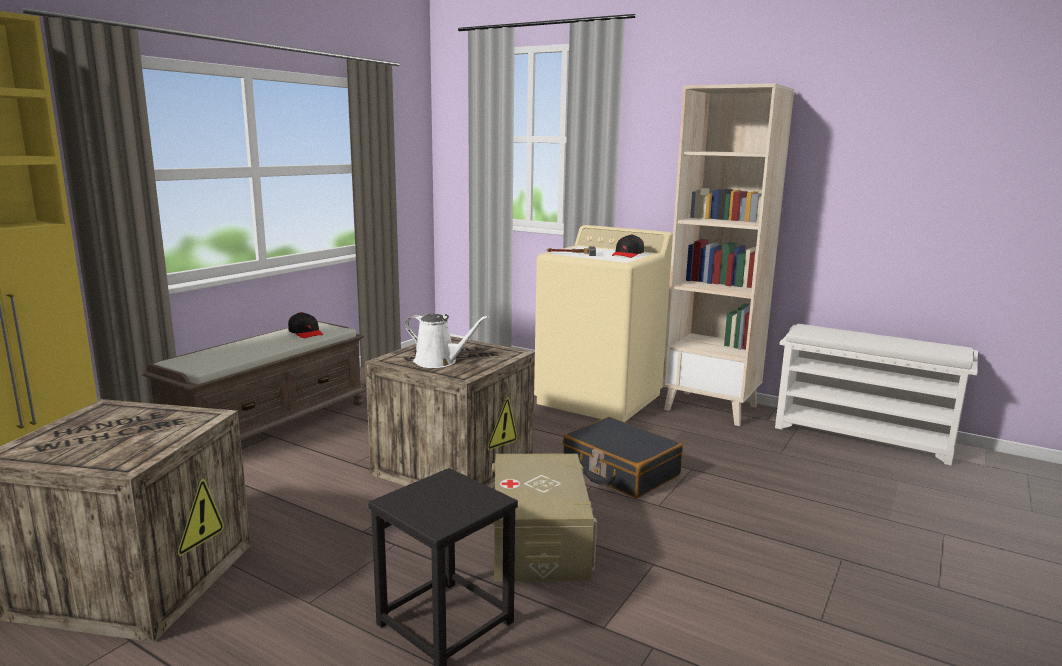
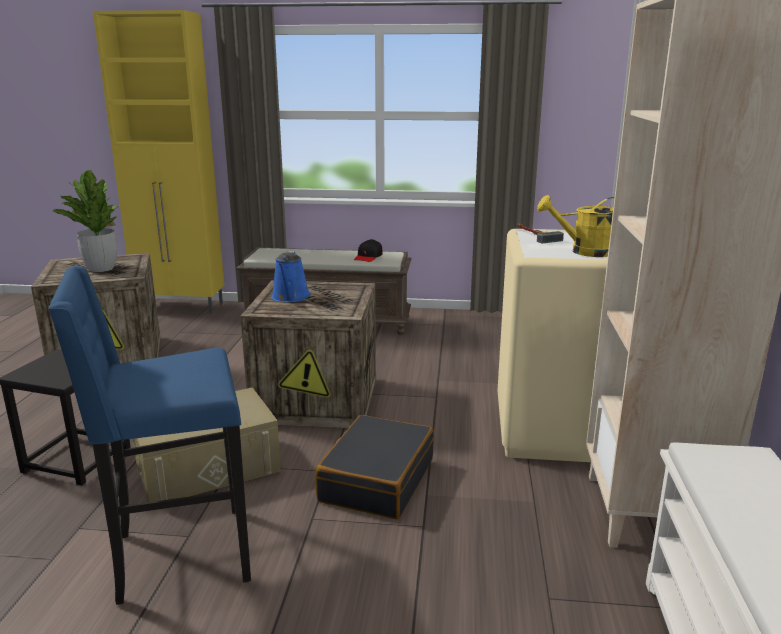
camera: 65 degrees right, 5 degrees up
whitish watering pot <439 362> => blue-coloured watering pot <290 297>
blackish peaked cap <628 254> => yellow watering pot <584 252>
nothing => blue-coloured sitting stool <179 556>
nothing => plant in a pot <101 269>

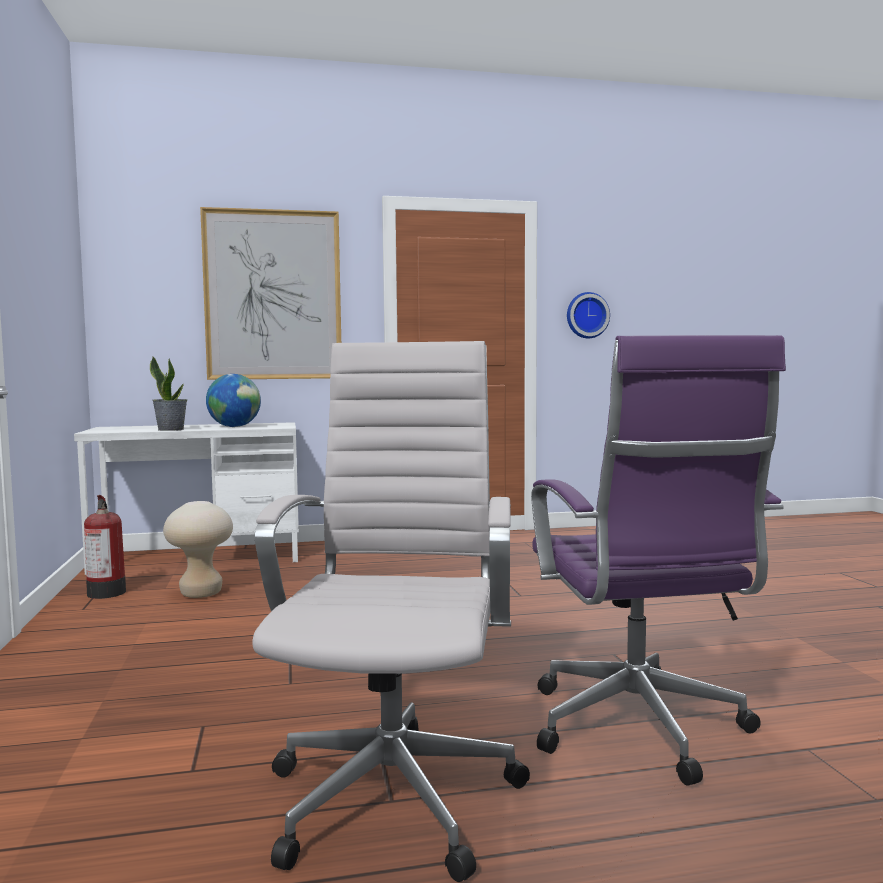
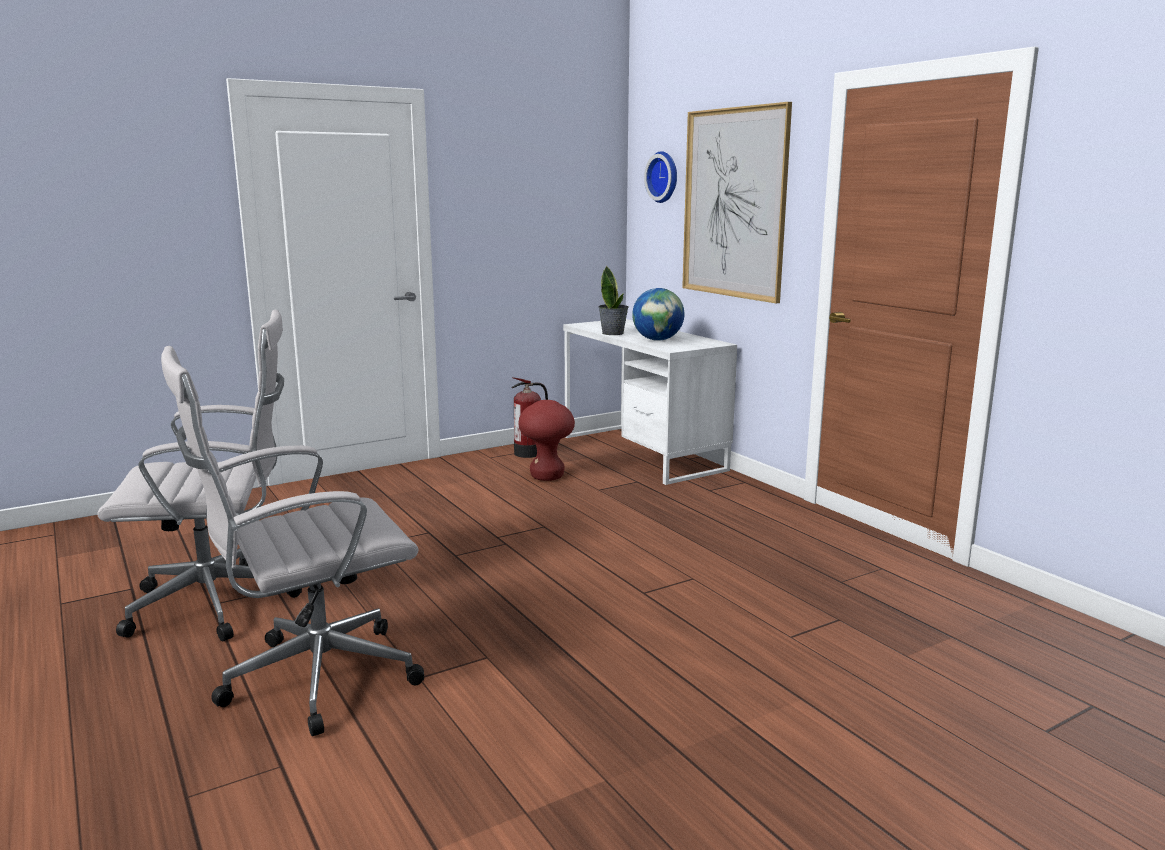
camera: 70 degrees right, 10 degrees up
beige sitting stool <201 593> => red-coloured sitting stool <547 477>
purplish computer chair <640 731> => whitish computer chair <311 680>
clock on the wall <586 315> => clock on the wall <664 177>, shifted

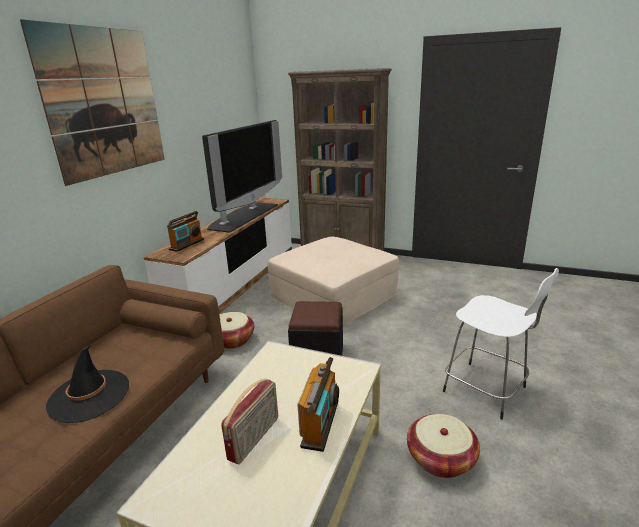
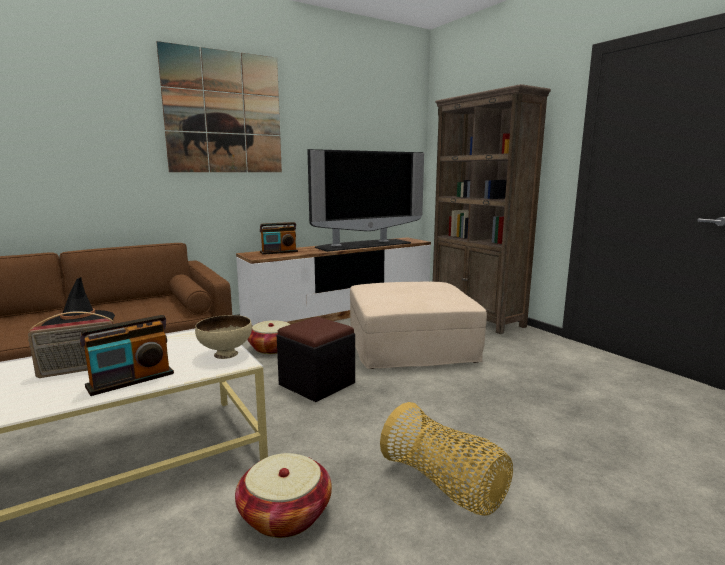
camera: 35 degrees right, 10 degrees down
whitish sitting stool <487 390> => household basket <444 485>
nothing => beige serving bowl <226 354>

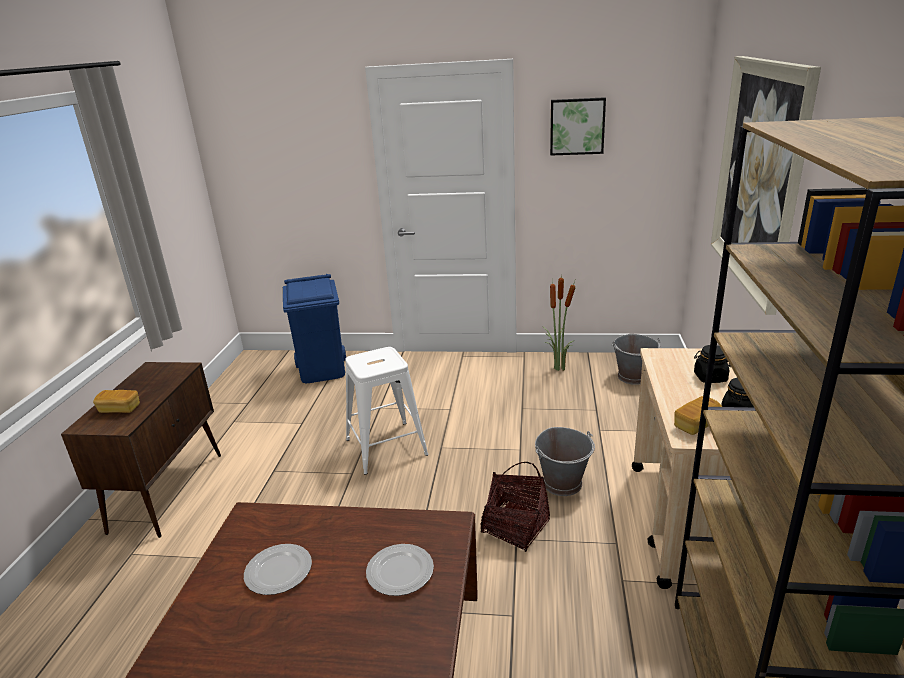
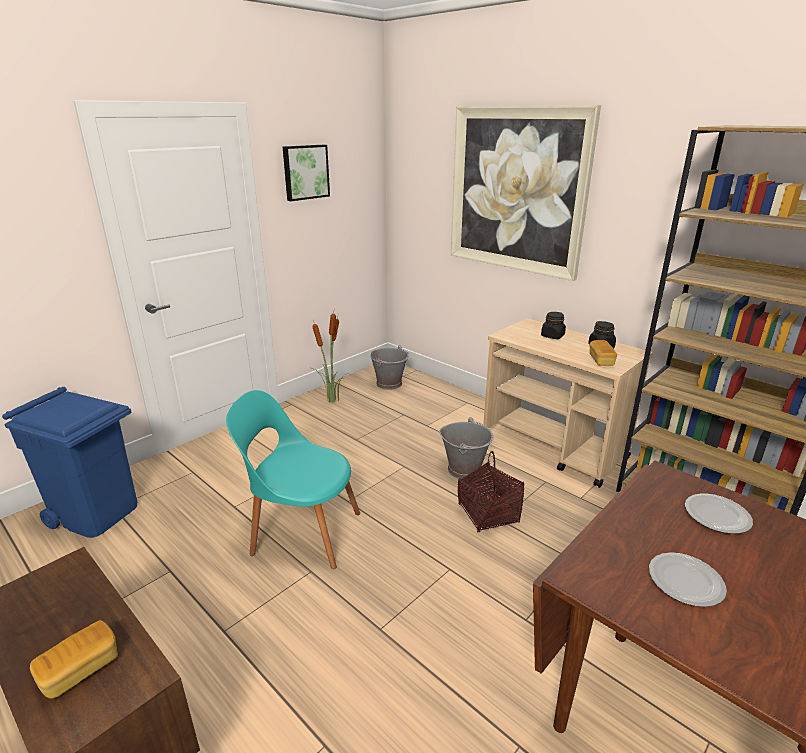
camera: 55 degrees left, 0 degrees up
whitish sitting stool <386 447> => turquoise upright chair <302 531>

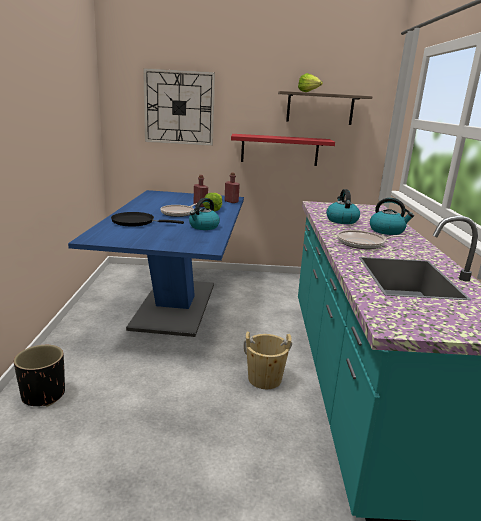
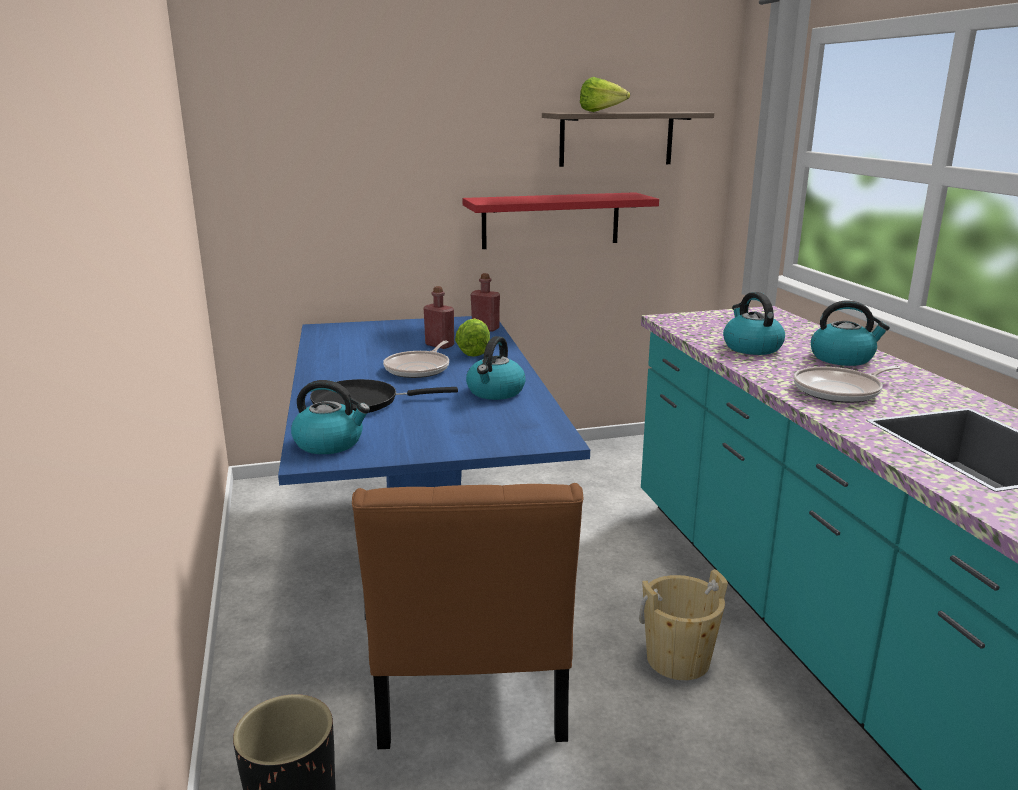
camera: 15 degrees left, 0 degrees up
clock on the wall <179 107> => nothing
nothing => kettle <330 443>
nothing => brown-coloured upright chair <471 691>

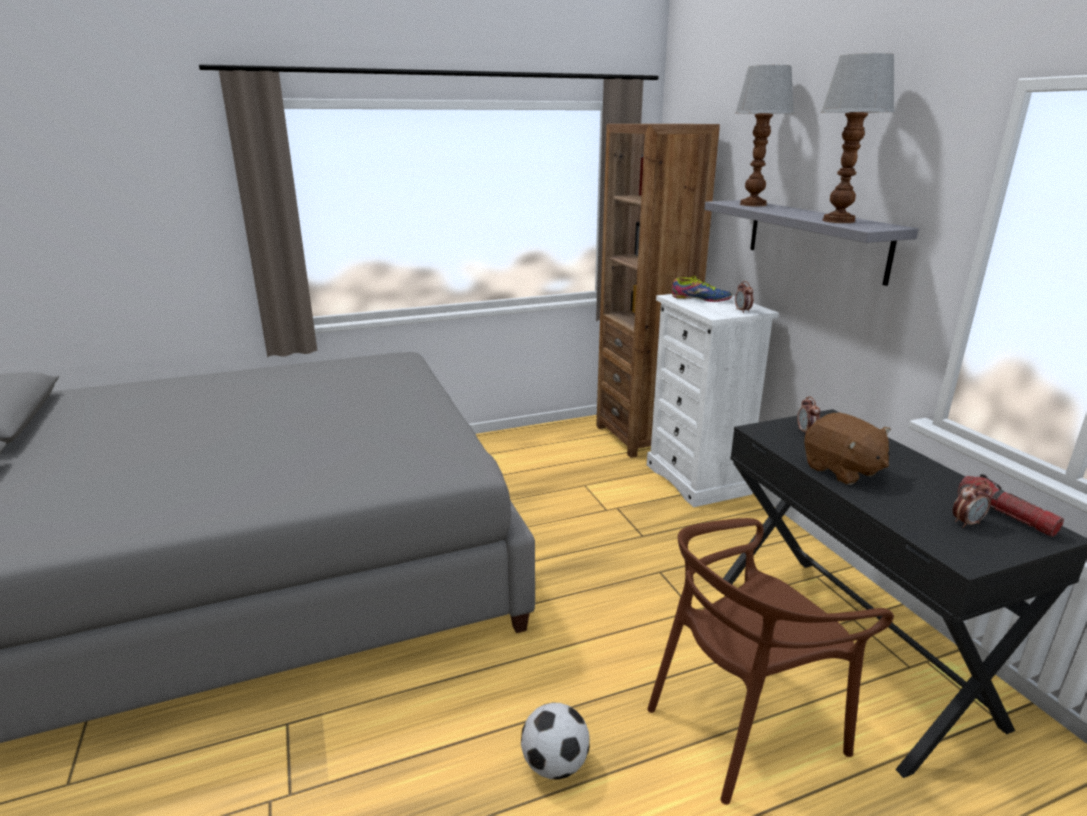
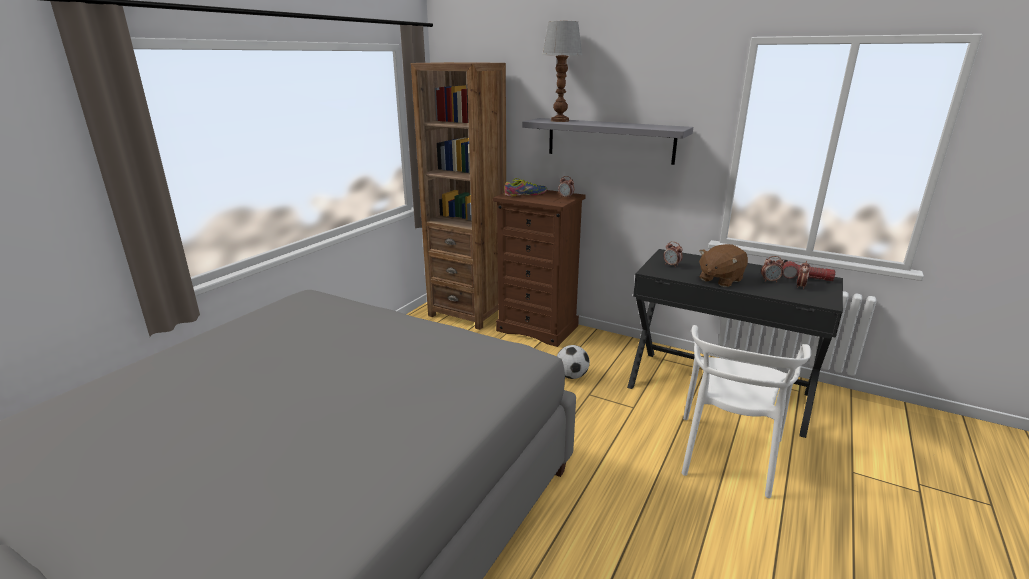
camera: 40 degrees left, 0 degrees up
football <555 764> => football <572 376>, shifted
whitish dresser <698 479> => brown-coloured dresser <538 328>
brown-coloured upright chair <743 724> => whitish upright chair <727 454>
brown-coloured plush toy <841 470> => brown-coloured plush toy <720 279>, 120 degrees clockwise
lamp for a table <838 220> => nothing
nothing => alarm clock <770 281>

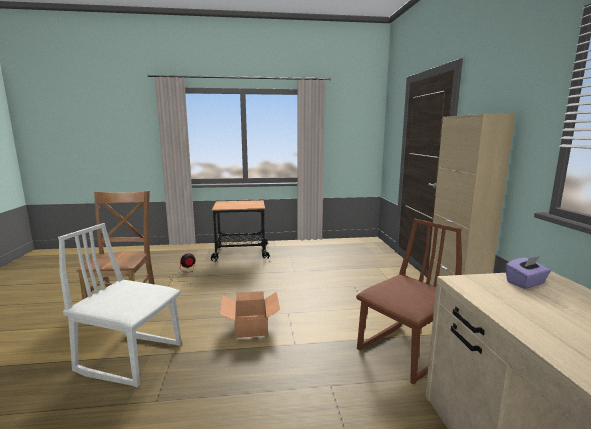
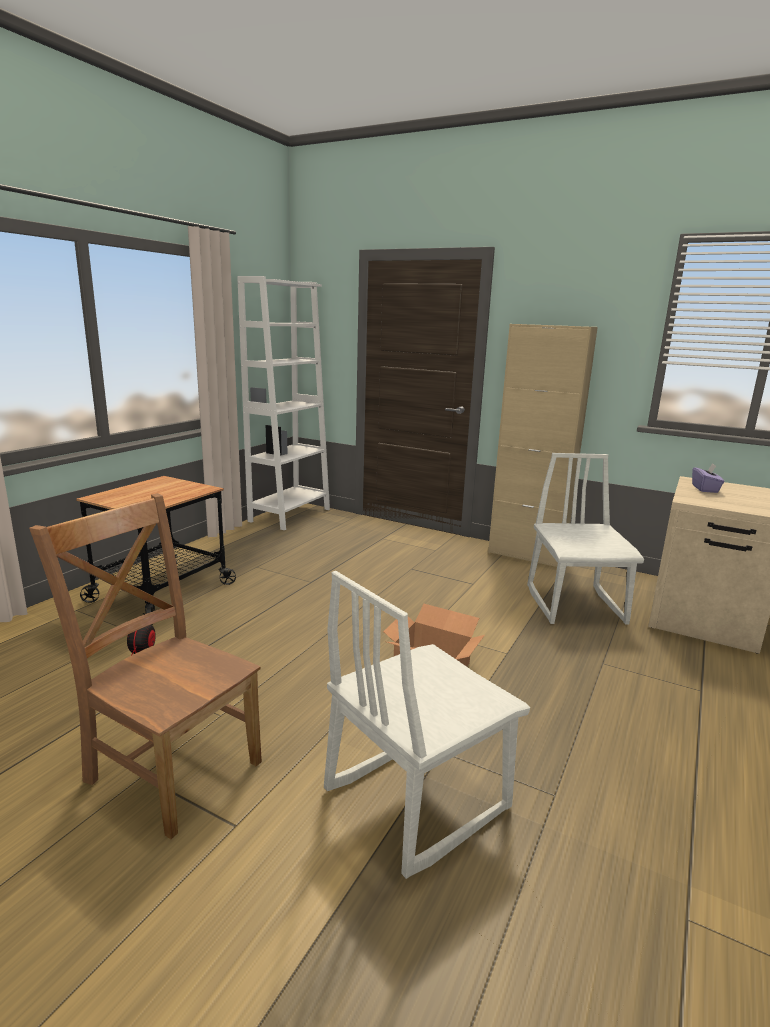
camera: 55 degrees left, 5 degrees up
brown-coloured upright chair <406 352> => whitish upright chair <576 605>
nothing => whitish shelving unit <290 515>

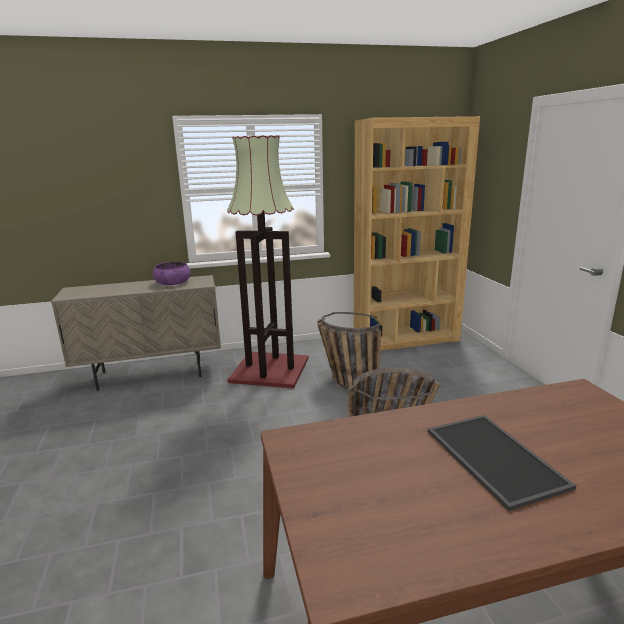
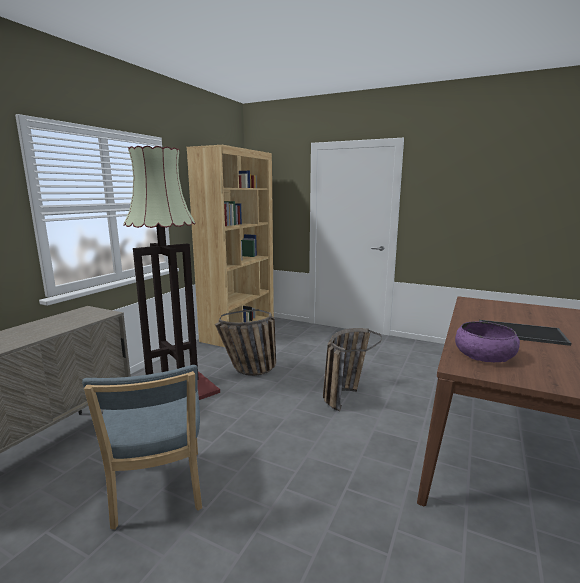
camera: 50 degrees left, 5 degrees down
purplish serving bowl <172 282> => purplish serving bowl <484 355>, shifted
nothing => blue-coloured upright chair <158 491>

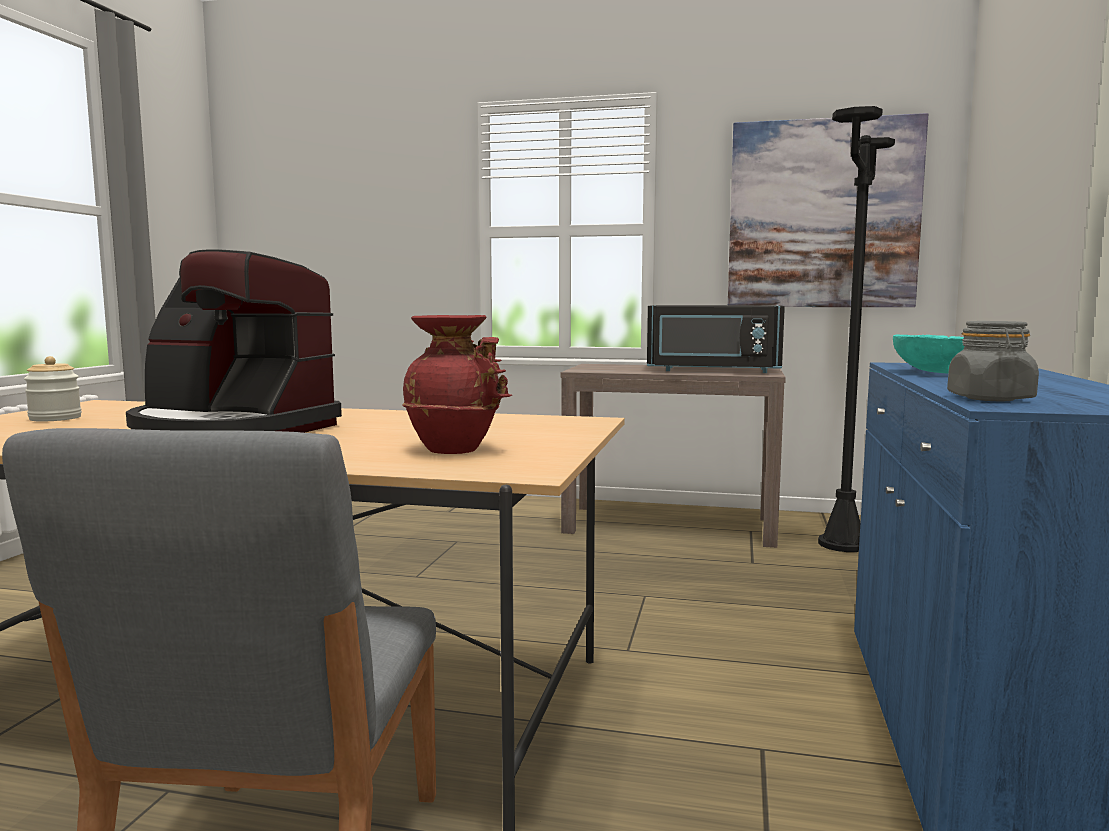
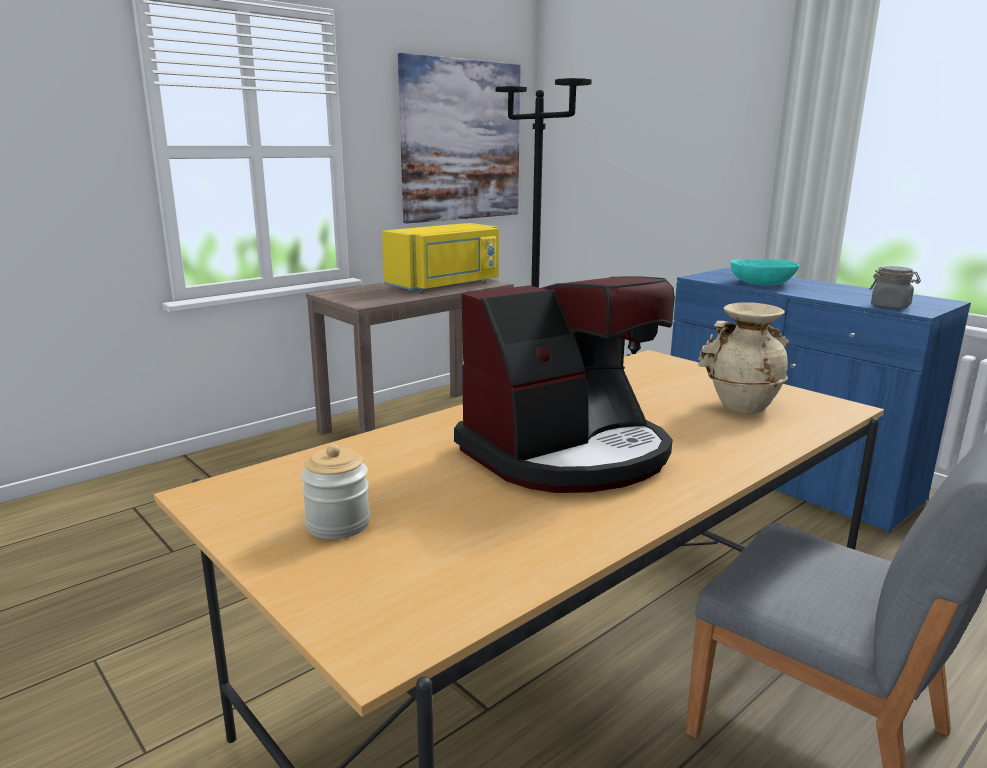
camera: 55 degrees left, 10 degrees up
red-coloured vase <455 448> => beige vase <741 406>
blackish microwave oven <713 371> => yellow microwave oven <446 285>

